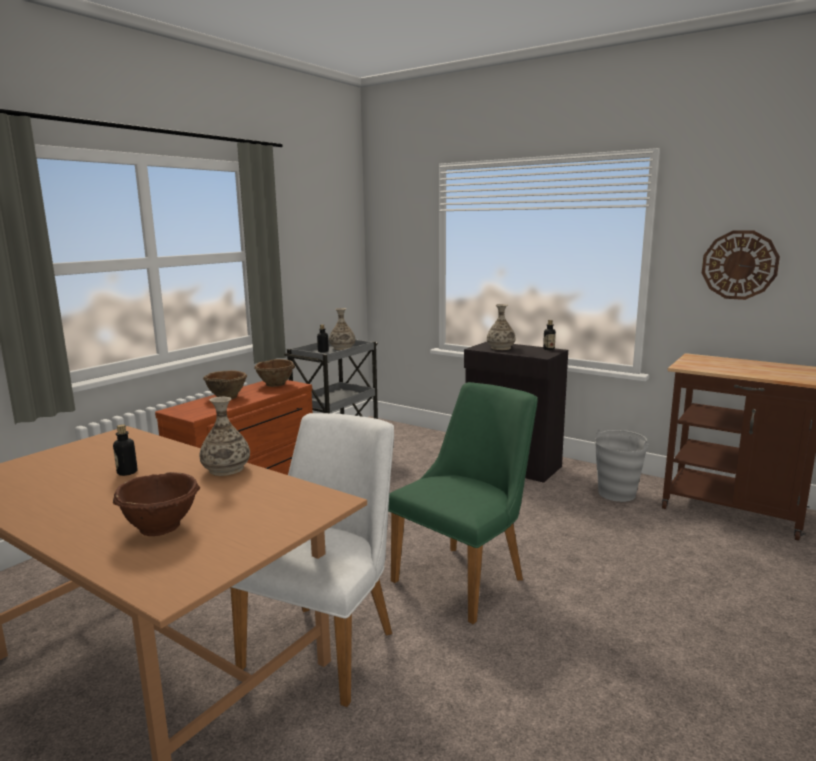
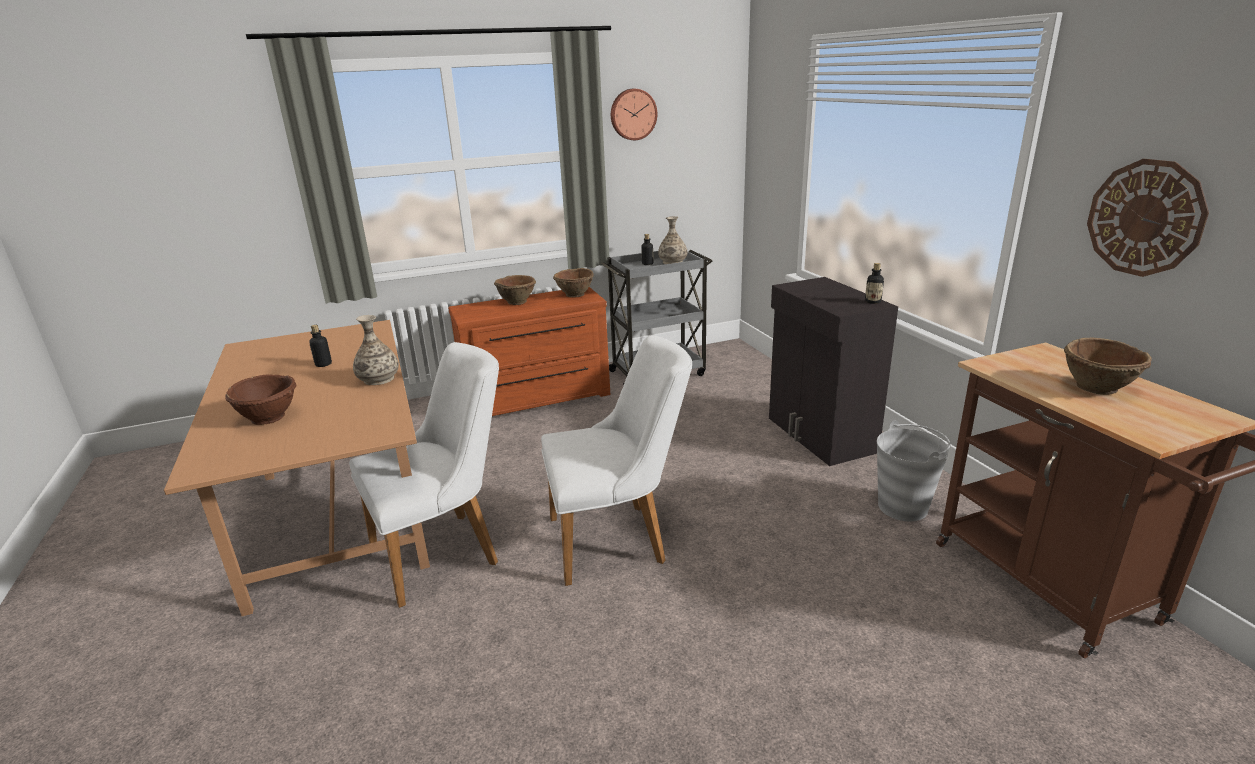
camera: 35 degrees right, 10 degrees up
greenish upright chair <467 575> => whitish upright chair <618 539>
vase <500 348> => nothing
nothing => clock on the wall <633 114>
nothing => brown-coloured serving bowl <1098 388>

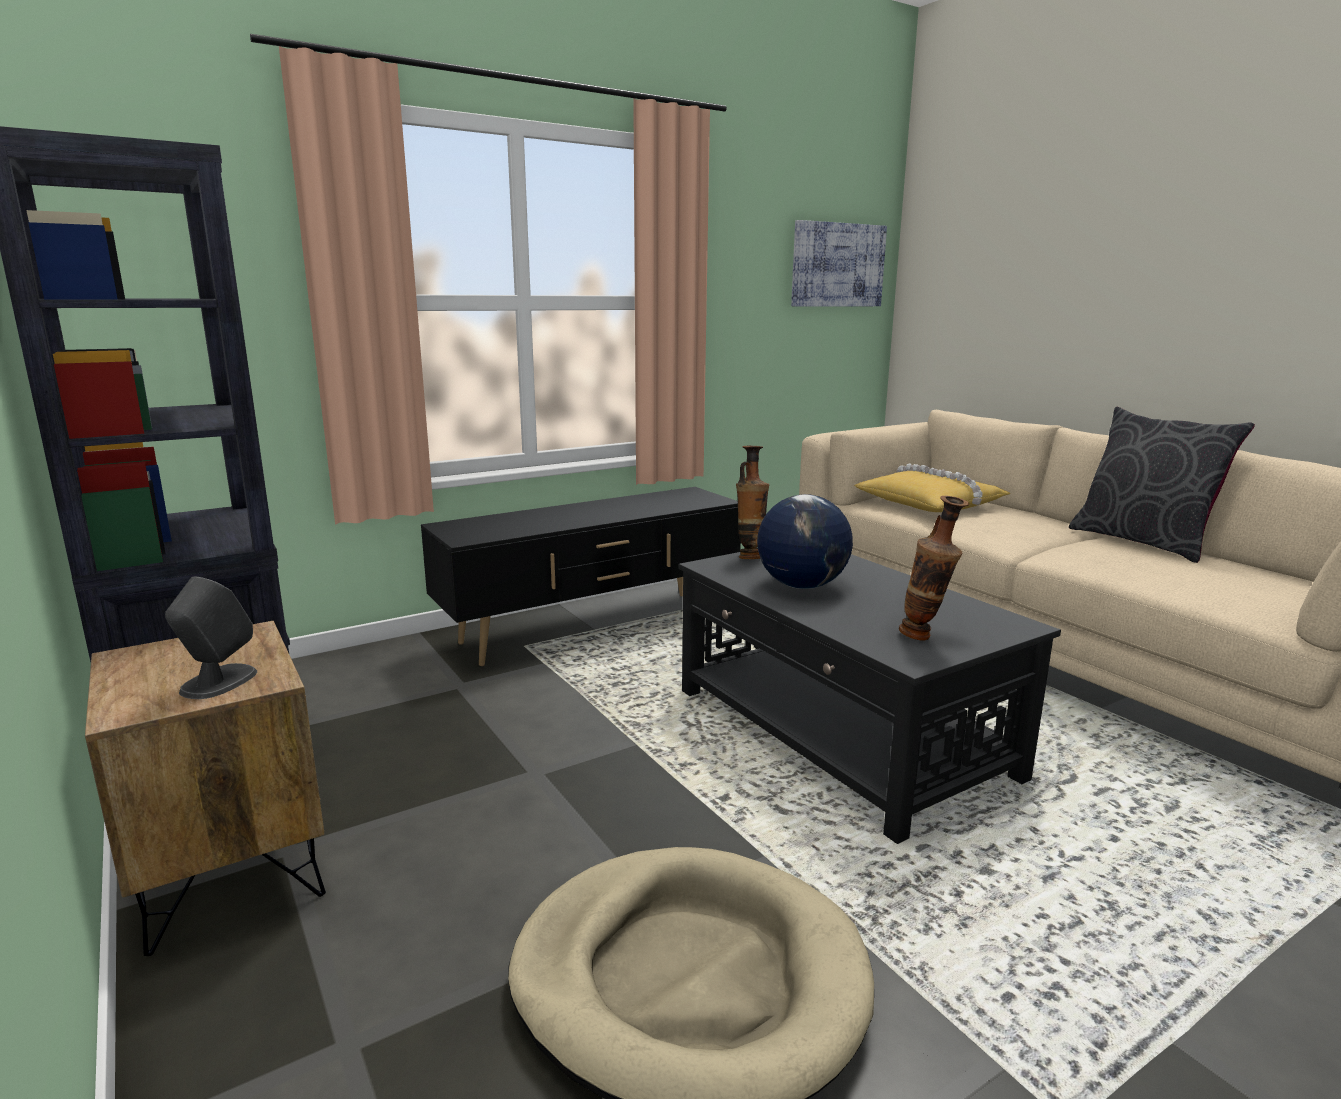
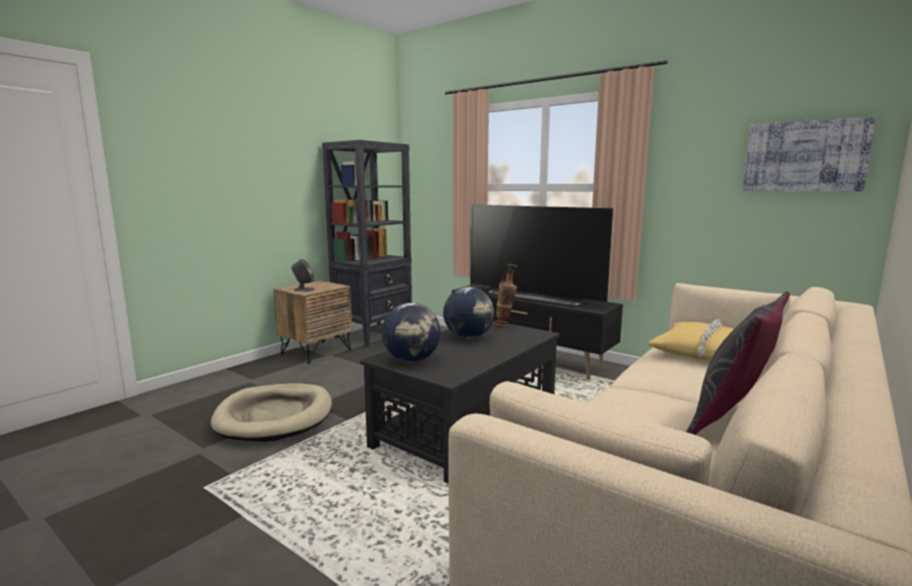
camera: 70 degrees right, 5 degrees down
vase <925 638> => world globe <412 360>
nothing => television <535 296>

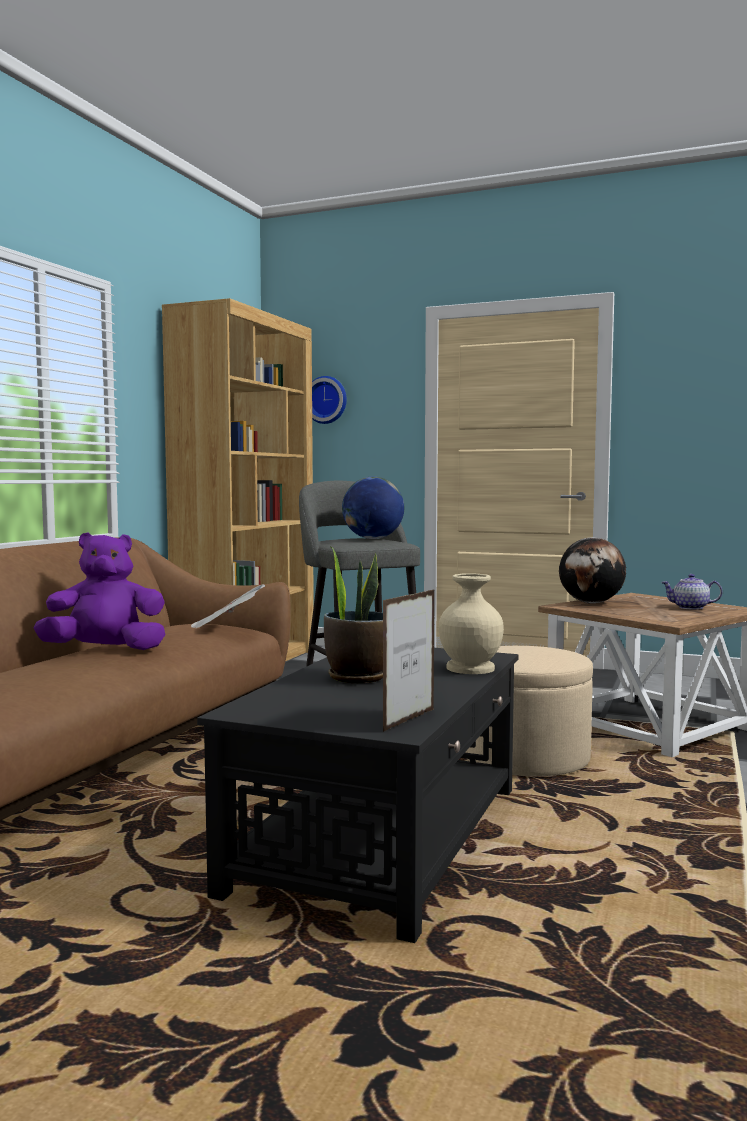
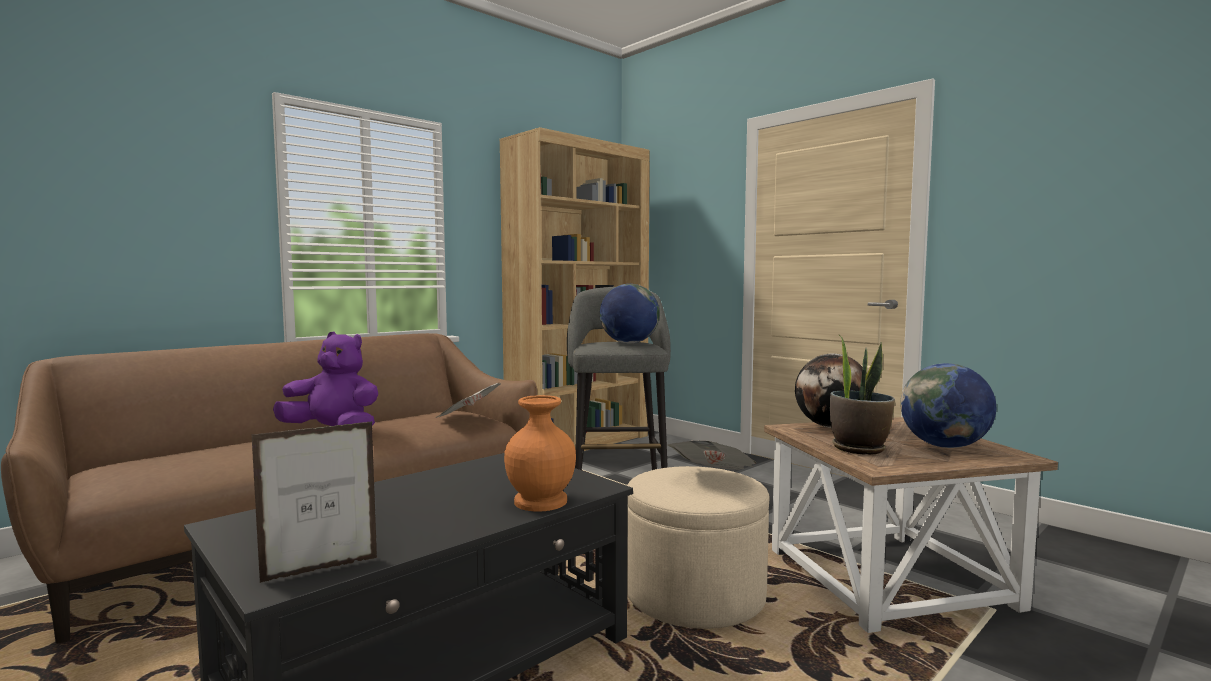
camera: 25 degrees right, 0 degrees up
clock on the wall <326 400> => nothing
plant in a pot <357 677> => plant in a pot <858 448>, shifted
beige vase <470 668> => orangey vase <541 501>
teapot <690 607> => world globe <944 446>
nothing => daily paper <713 479>

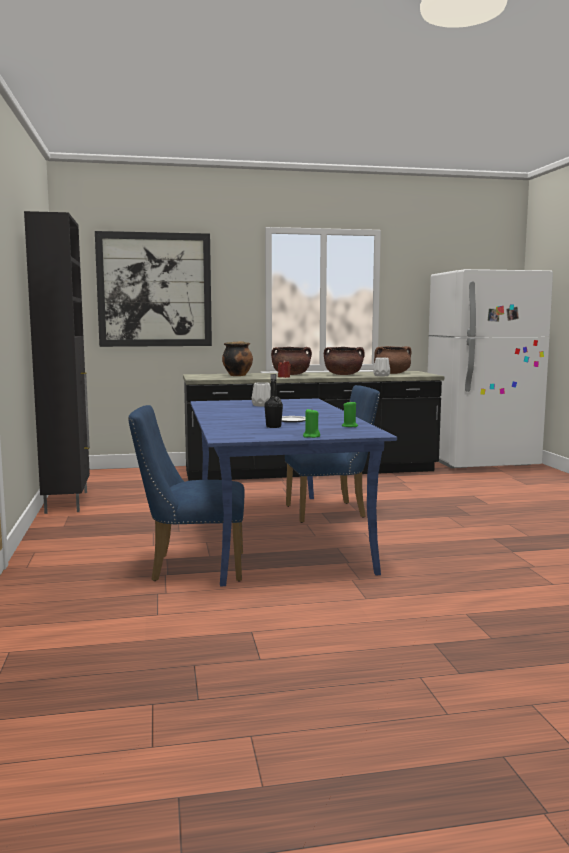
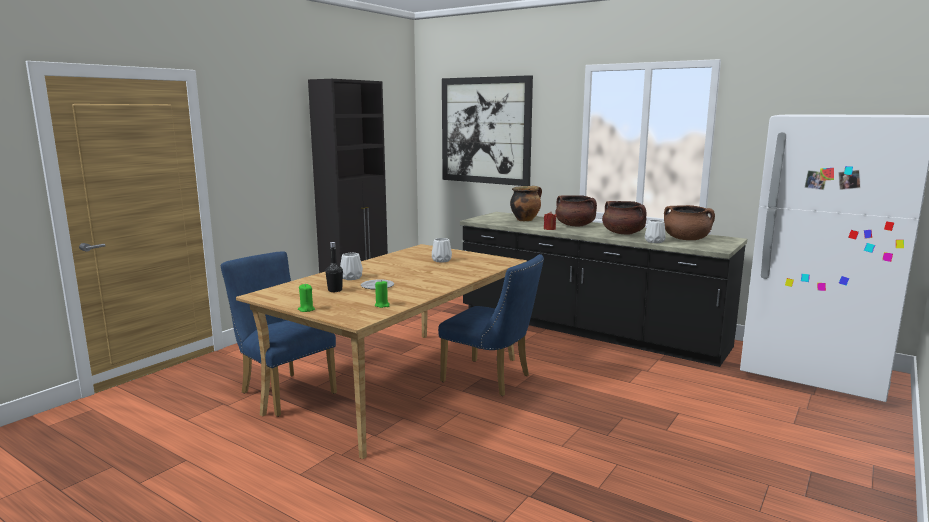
camera: 45 degrees right, 5 degrees up
blue-coloured dinner table <274 533> => beige dinner table <399 384>
nothing => whitish vase <351 277>

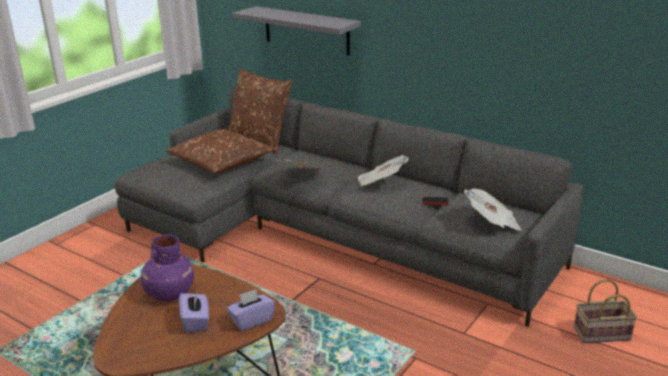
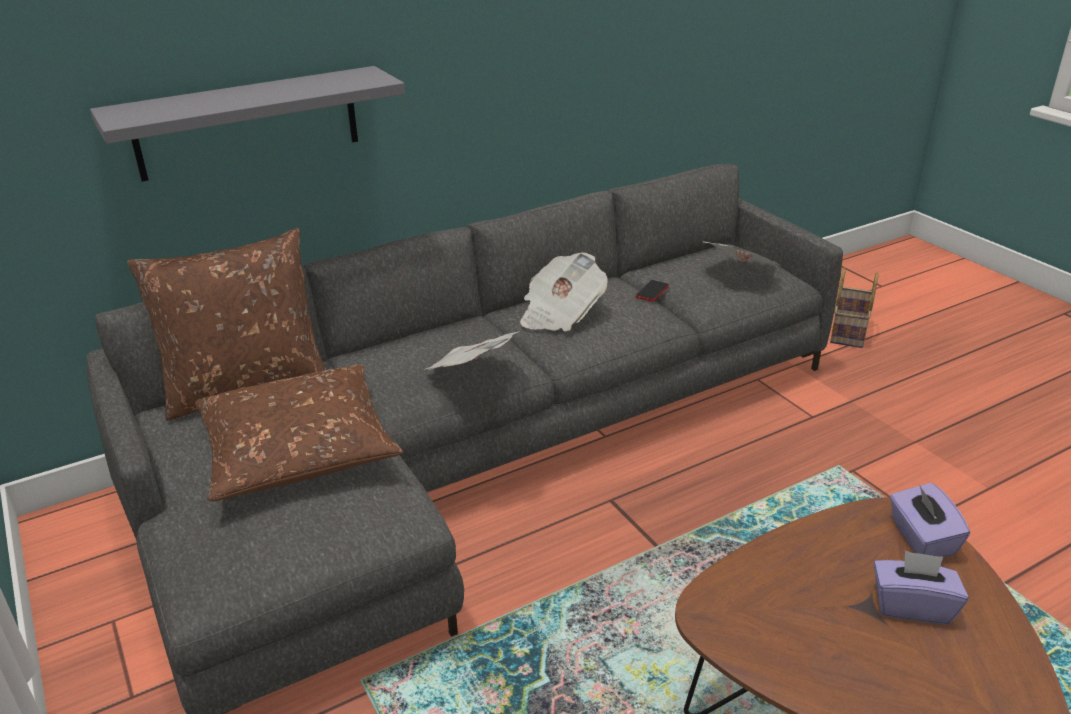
camera: 65 degrees left, 5 degrees up
purplish vase <169 294> => nothing

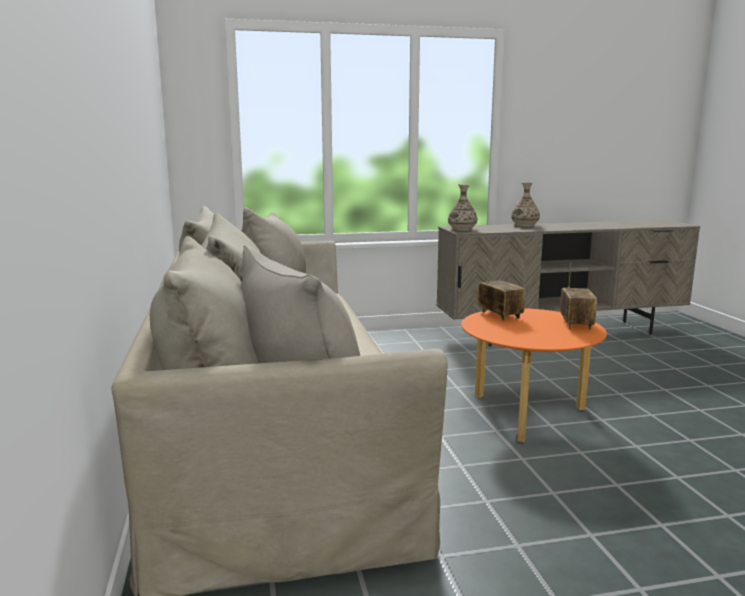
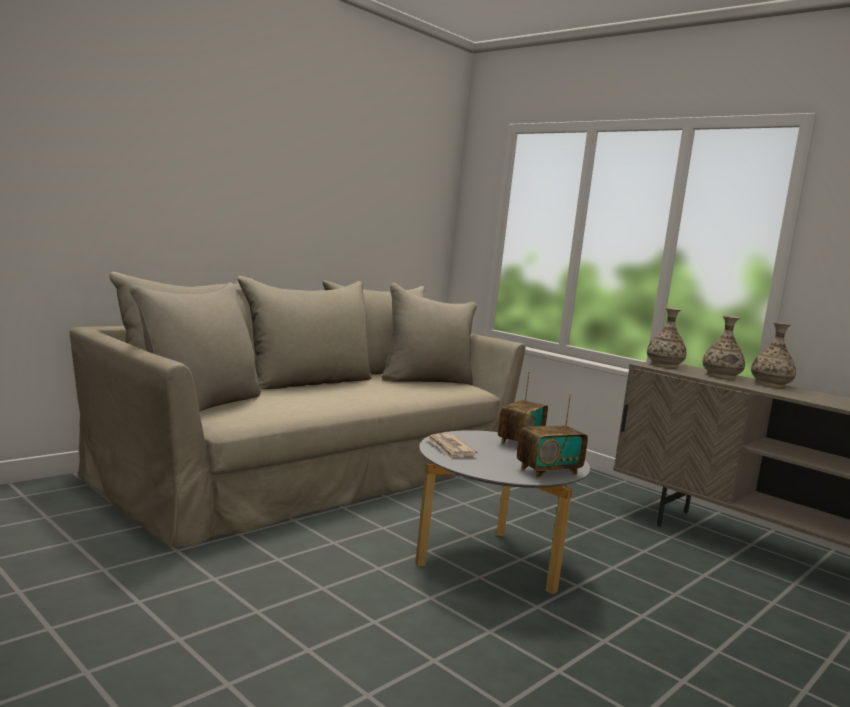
camera: 55 degrees right, 5 degrees down
orangey coffee table <526 413> => grey coffee table <490 561>
nothing => daily paper <450 448>
nothing => vase <721 376>

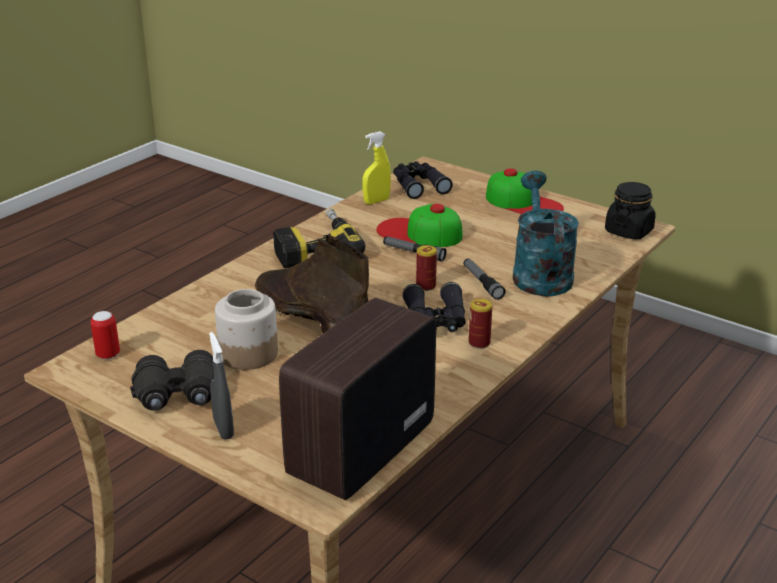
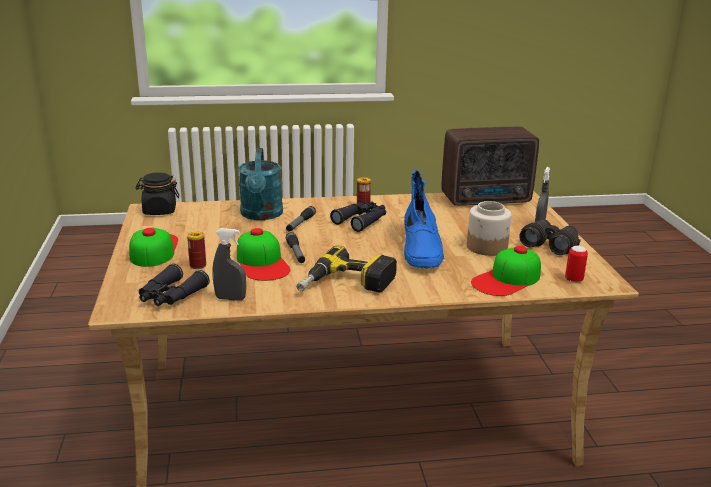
camera: 135 degrees left, 5 degrees down
brown-coloured boot <310 314> => blue-coloured boot <422 250>
yellow sprayer <376 201> => grey sprayer <230 298>
can <426 286> => can <198 265>, shifted
turquoise watering pot <539 273> => turquoise watering pot <261 215>, 45 degrees counterclockwise
nothing => peaked cap <507 279>

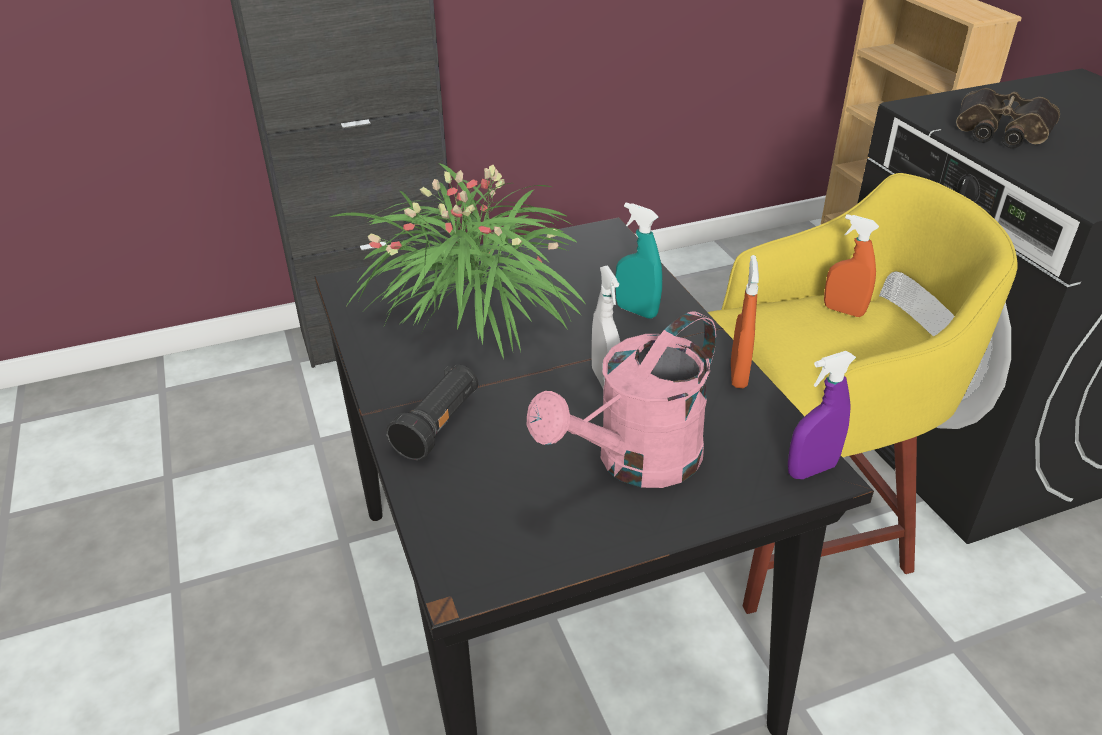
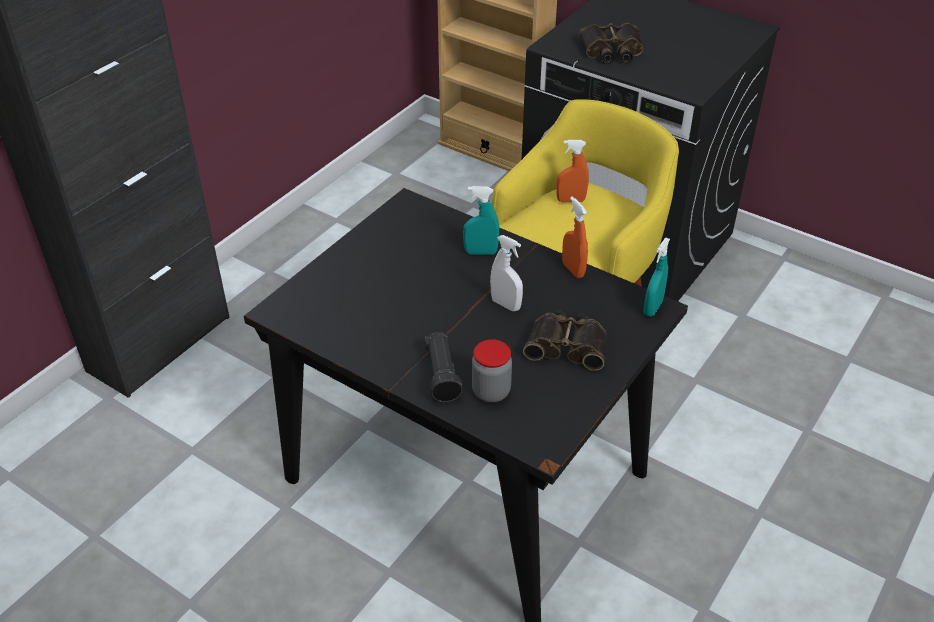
camera: 35 degrees left, 5 degrees up
plant in a pot <474 307> => nothing
pink-coloured watering pot <636 463> => binoculars <567 345>
purplish sprayer <811 470> => turquoise sprayer <653 308>
nothing => preserve jar <491 391>

